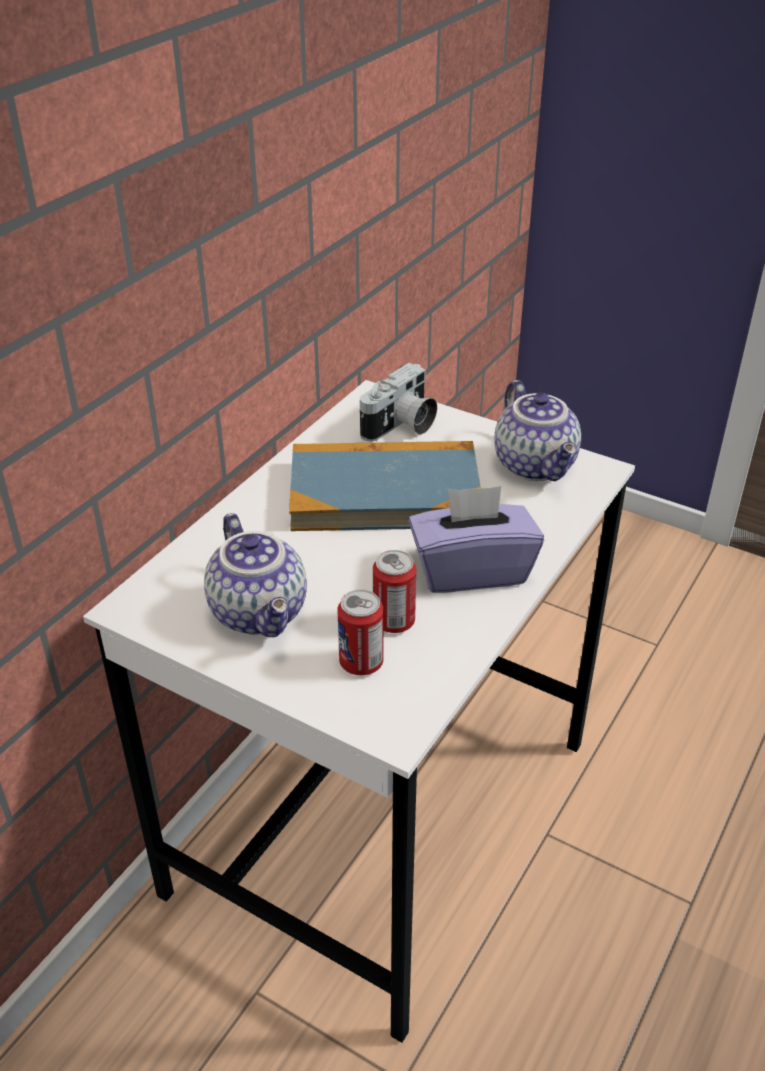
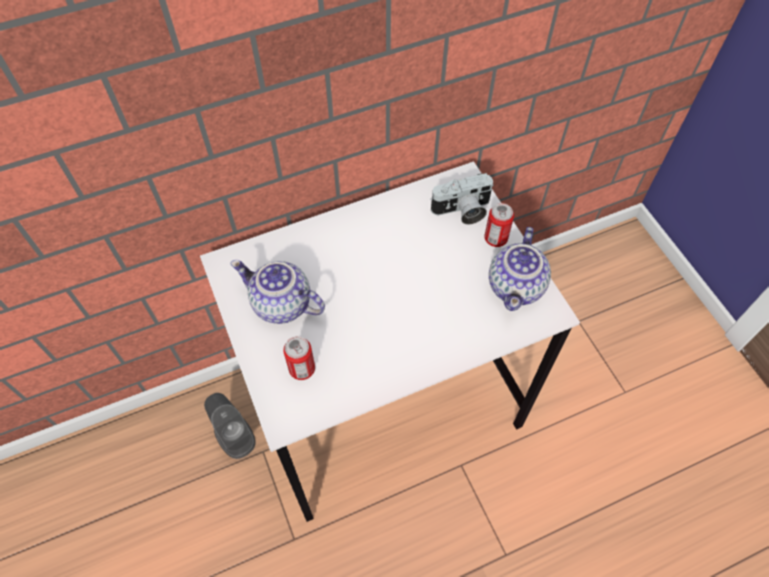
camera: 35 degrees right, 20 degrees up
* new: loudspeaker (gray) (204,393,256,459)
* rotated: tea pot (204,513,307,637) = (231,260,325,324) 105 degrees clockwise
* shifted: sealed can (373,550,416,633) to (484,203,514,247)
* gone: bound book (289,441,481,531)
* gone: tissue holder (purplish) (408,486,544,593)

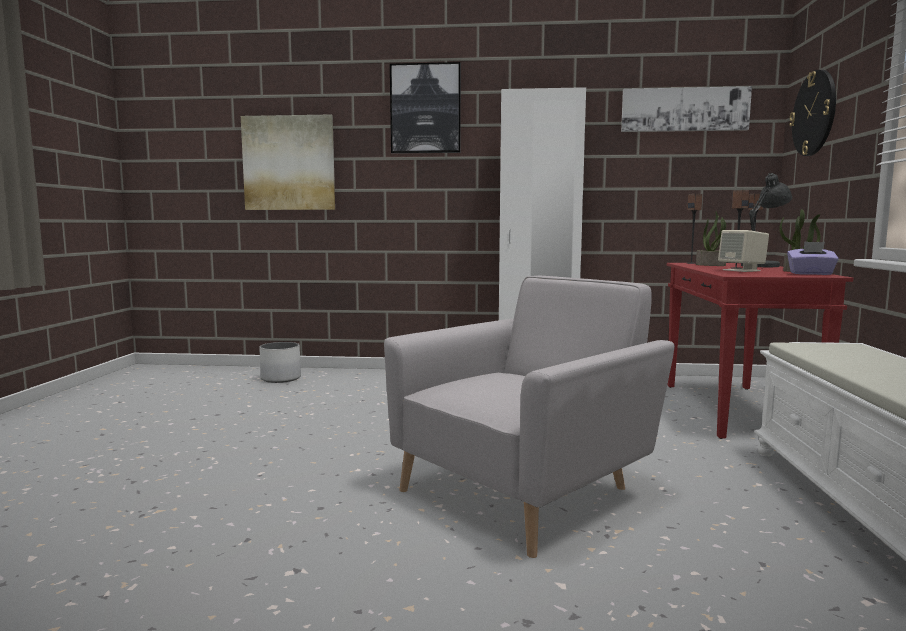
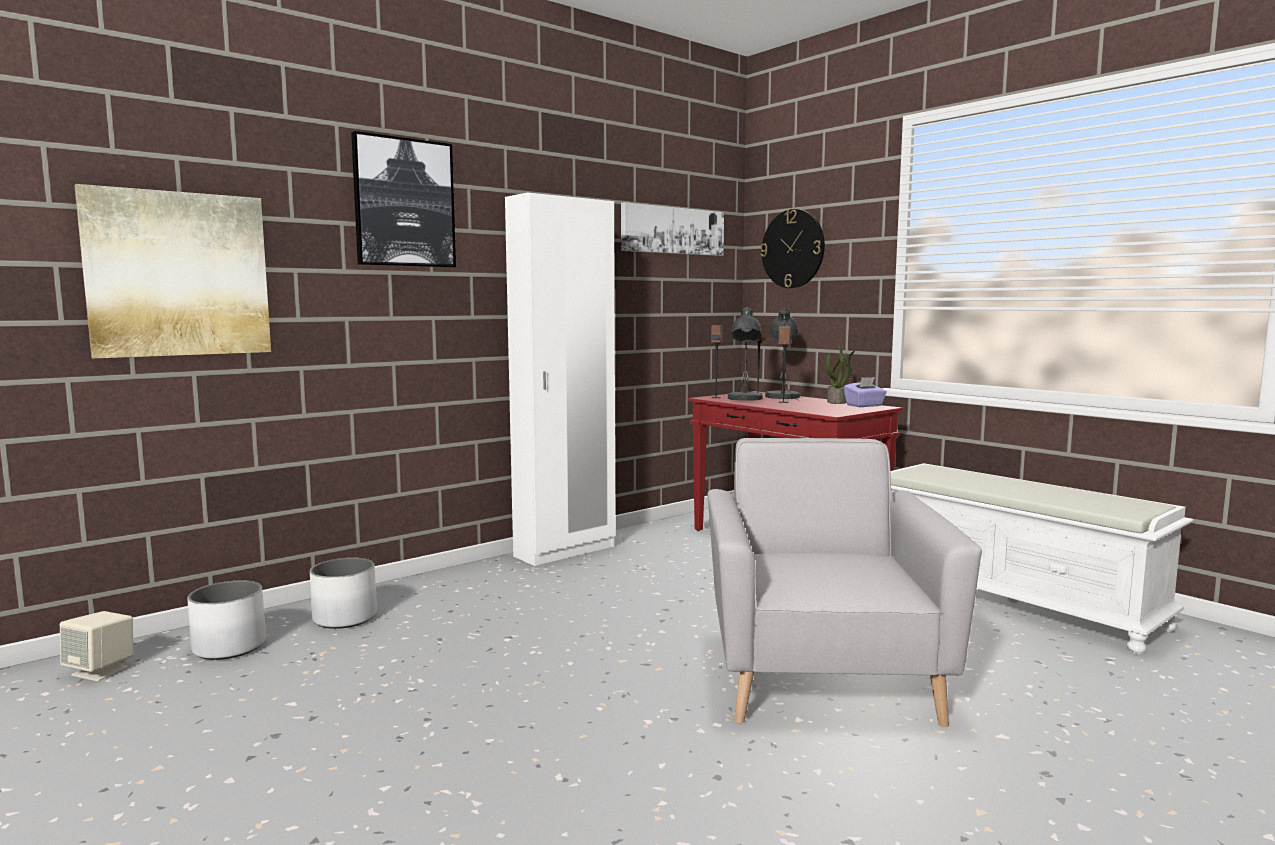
camera: 45 degrees left, 0 degrees up
* shifted: loudspeaker (beige) (718,230,769,272) to (60,611,133,681)
* new: plant pot (white-coloured) (310,558,377,629)
* swapped: houseplant (696,212,726,266) to tabletop lamp (gray) (728,307,763,401)

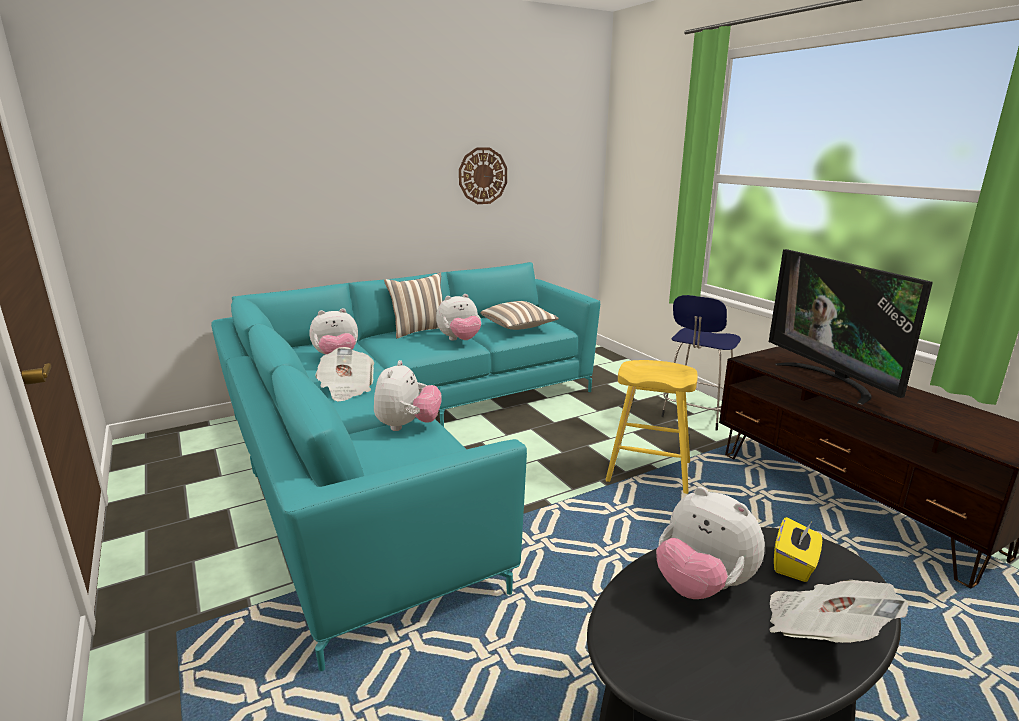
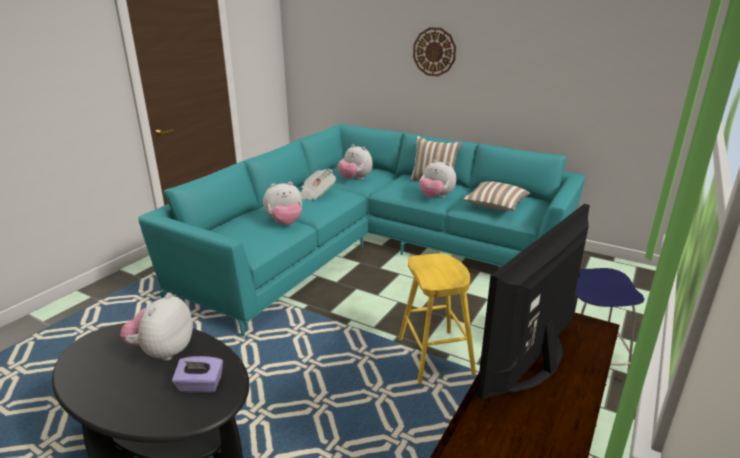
camera: 60 degrees right, 5 degrees up
* repainted: tissue holder (yellowish) (774,517,822,582) to tissue holder (purplish) (172,356,223,393)
* shifted: wall clock (459,147,507,204) to (413,27,456,76)
* gone: printed paper (769,580,908,643)

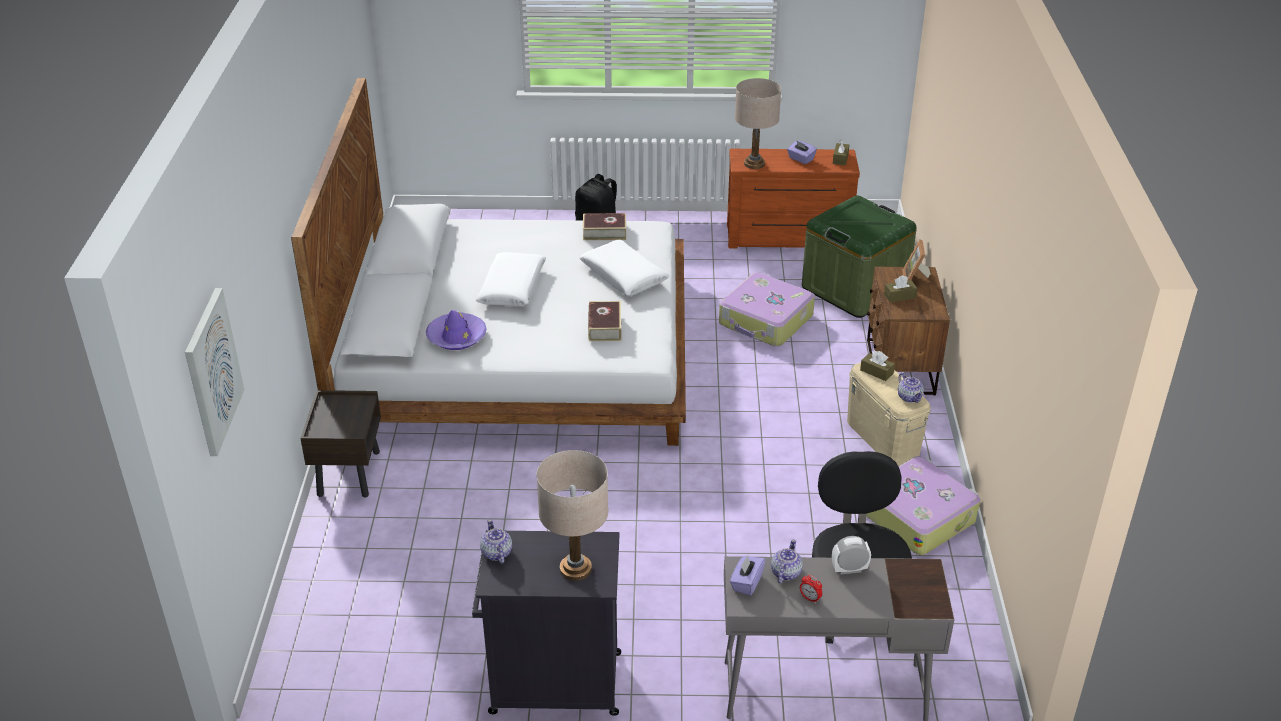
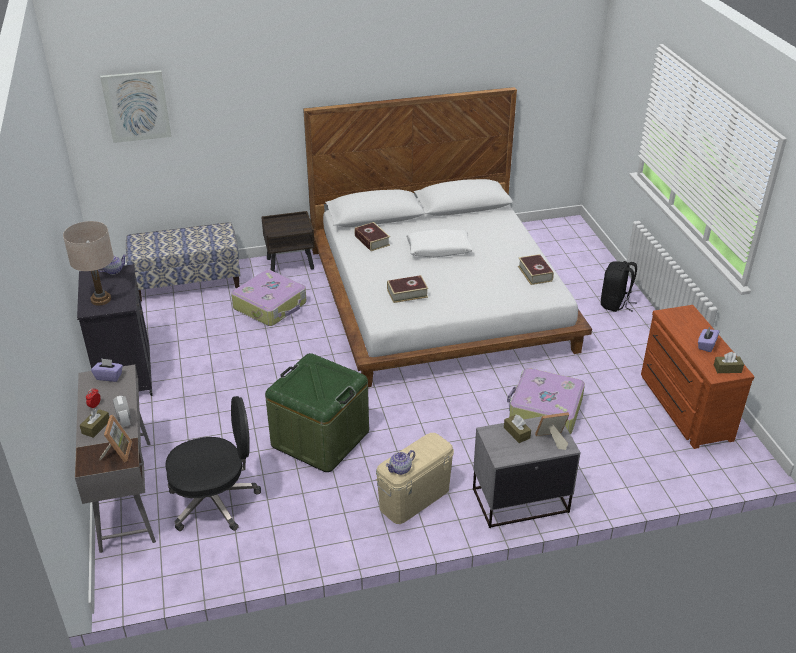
camera: 75 degrees right, 0 degrees up
* shifted: tissue holder (brown) (860,351,895,381) to (80,408,109,438)
* new: photo frame (99,415,132,462)
* new: indoor bench (126,222,241,301)
* shifted: suitcase (866,456,981,555) to (231,270,306,326)
* shifted: storage box (green-coloured) (802,196,917,318) to (265,353,369,472)
* swapped: wearable hat (purplish) (426,310,487,350) to bound book (354,222,390,251)
* repainted: nightstand (brown) (867,267,950,396) to nightstand (gray) (473,416,580,528)
* gone: pillow (white-coloured) (579,240,669,296)
* gone: tabletop lamp (beige) (735,78,781,169)
* gone: tea pot (771,539,803,583)

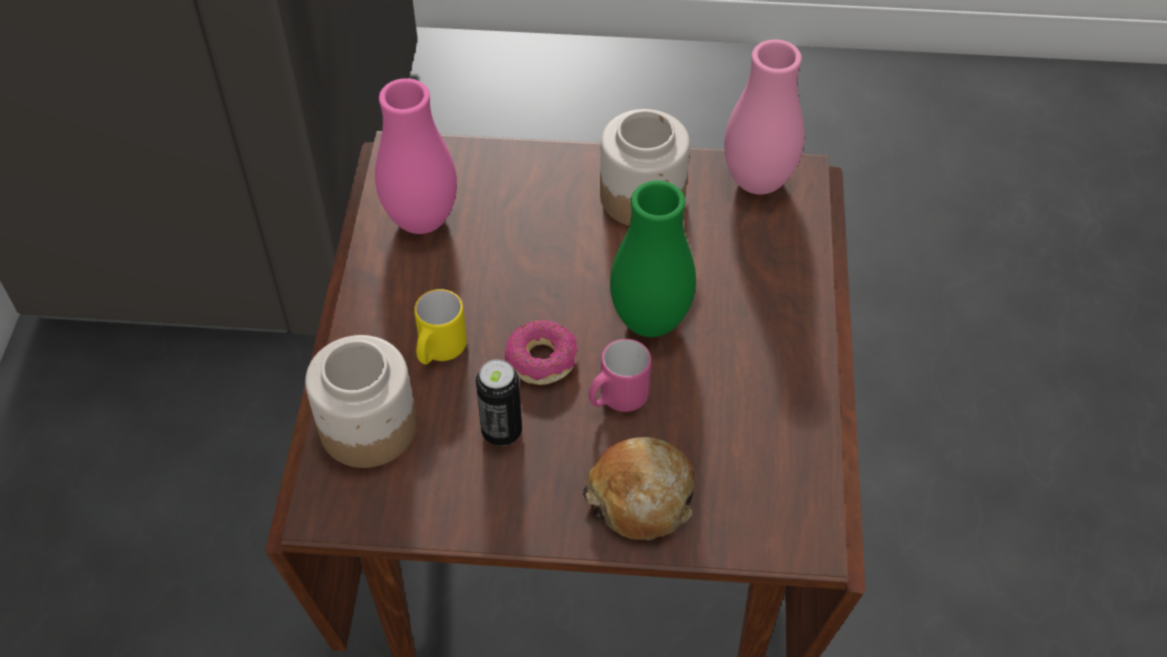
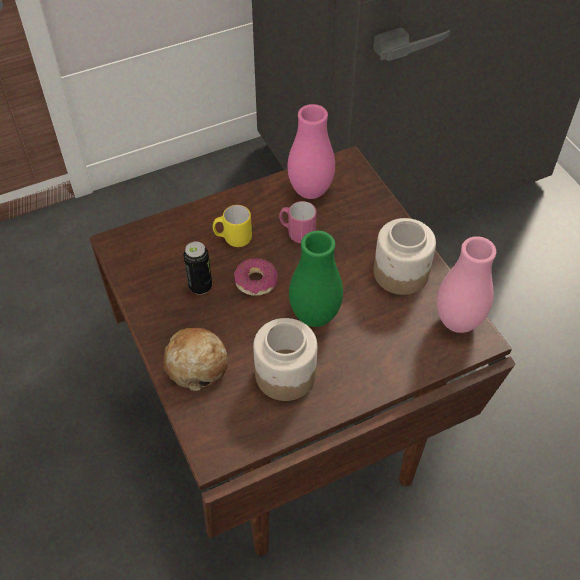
camera: 60 degrees right, 0 degrees up
* shifted: storage jar (305,335,416,468) to (253,318,317,401)
* shifted: coffee mug (pinkish) (589,339,651,412) to (279,201,317,243)

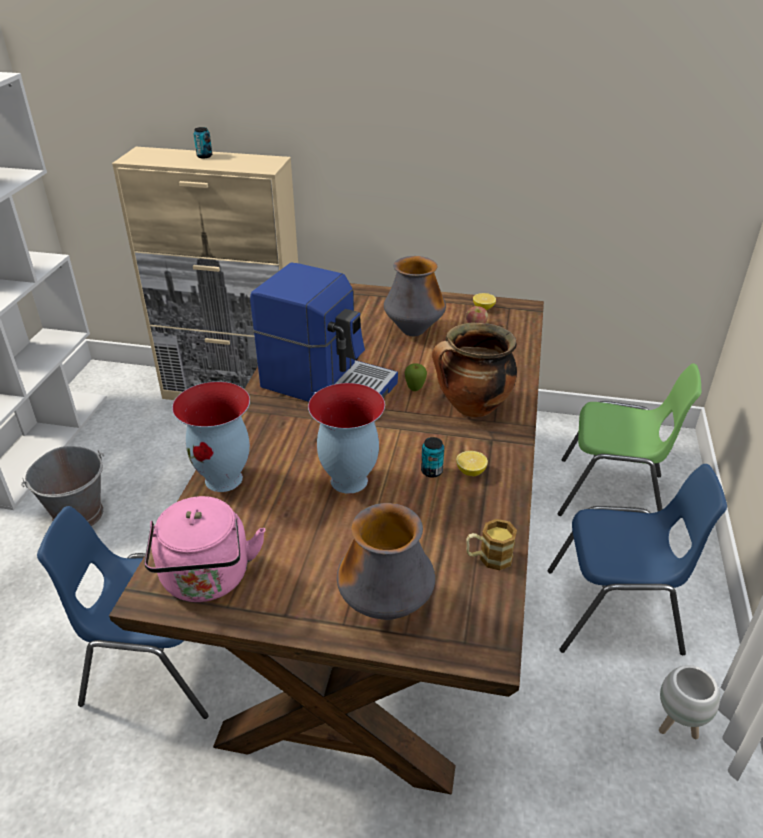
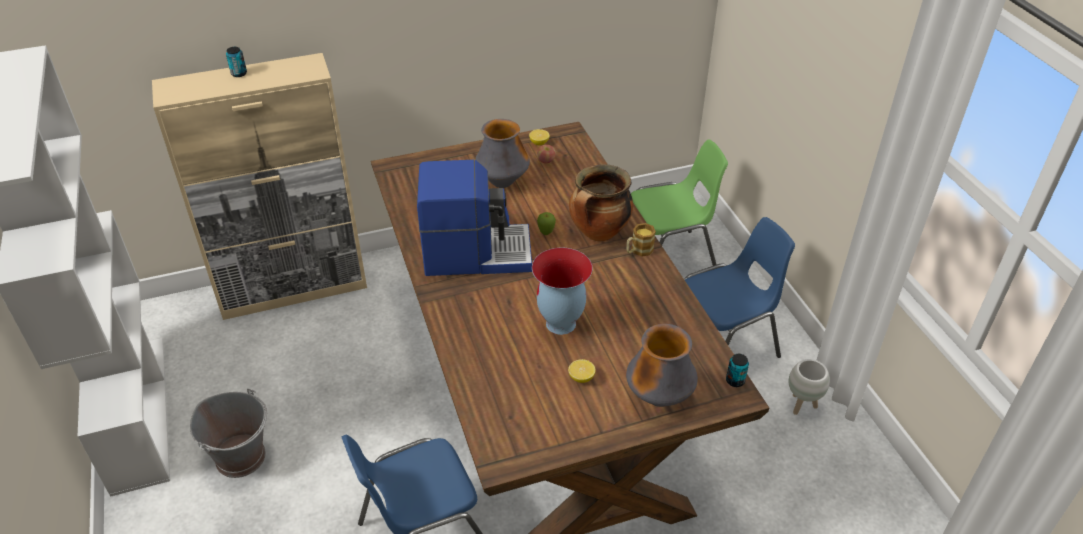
camera: 30 degrees left, 5 degrees up
* shifted: lemon (456,451,488,476) to (568,359,595,383)
* shifted: coffee mug (466,519,517,570) to (626,223,656,257)
* shifted: sealed can (421,437,444,478) to (726,354,749,387)
* gone: kettle (pinkish) (144,496,265,602)
* gone: decorative vase (172,382,250,492)

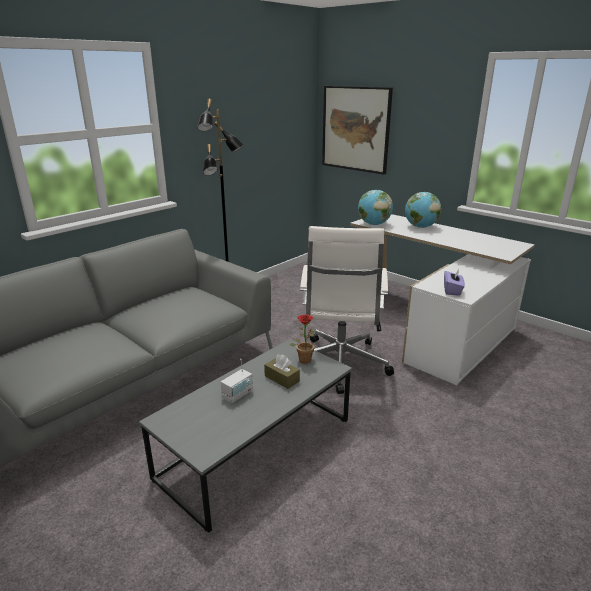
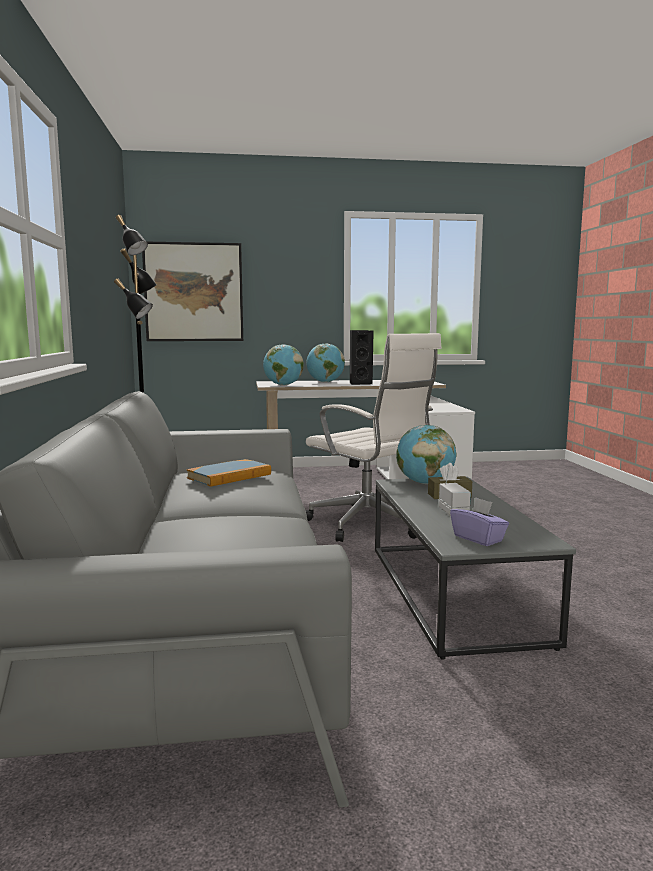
camera: 50 degrees left, 15 degrees down
* new: bound book (187,459,271,487)
* new: loudspeaker (blackish) (350,330,374,385)
* swapped: houseplant (290,314,316,364) to world globe (396,425,457,484)
* shifted: tissue holder (purplish) (444,270,465,296) to (450,498,509,546)

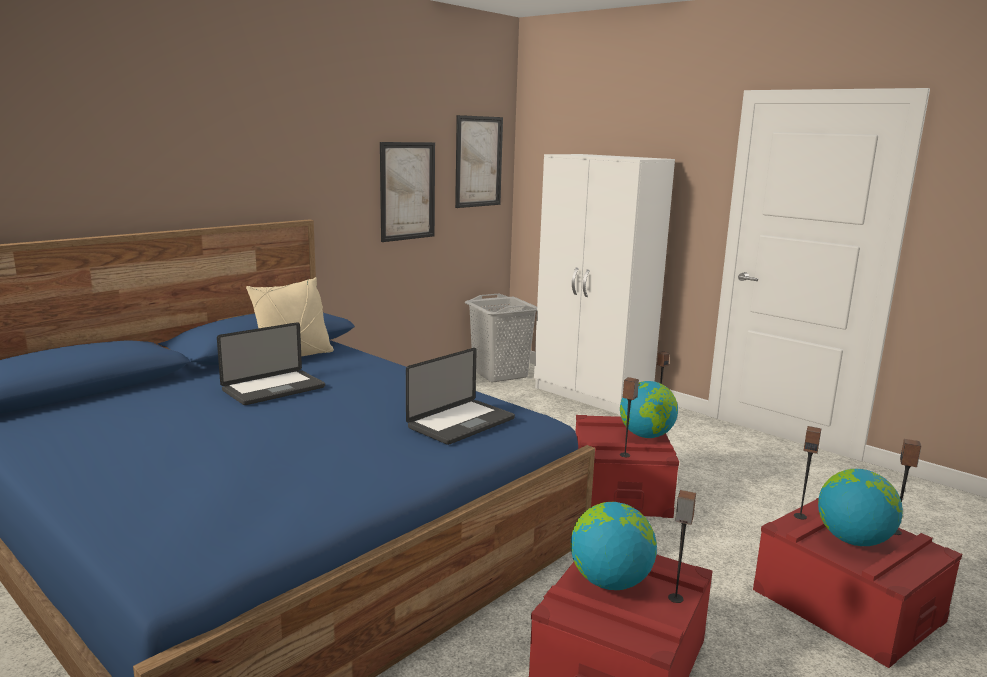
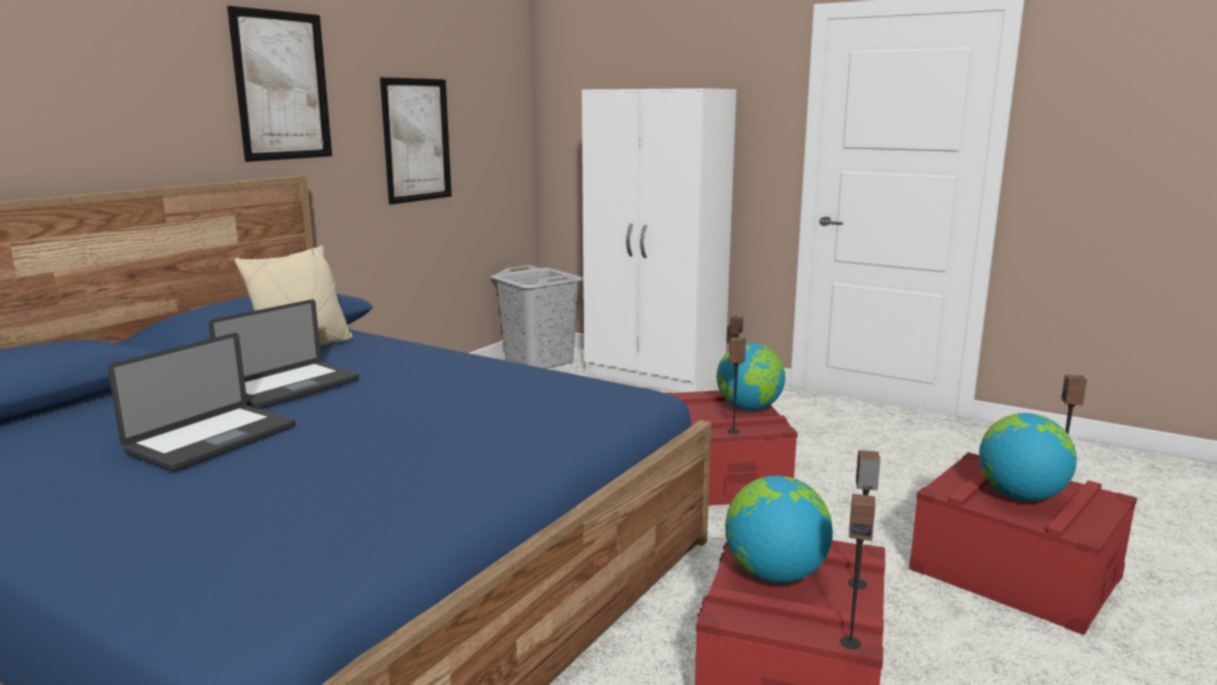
camera: 10 degrees left, 0 degrees up
* shifted: notebook computer (406,348,515,445) to (108,333,295,471)
* shifted: wall picture (455,115,503,208) to (227,6,332,162)
* shifted: loudspeaker (794,426,821,520) to (840,494,875,649)

